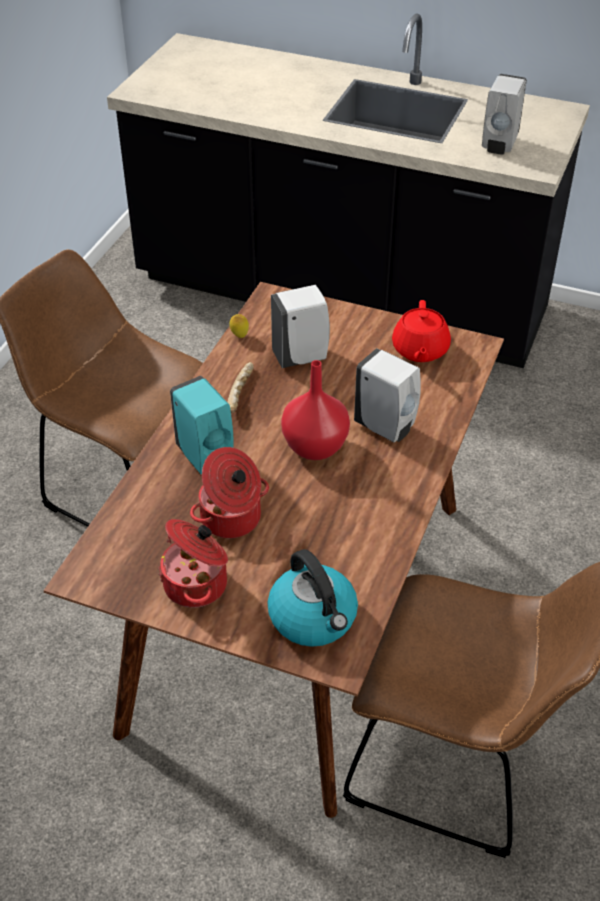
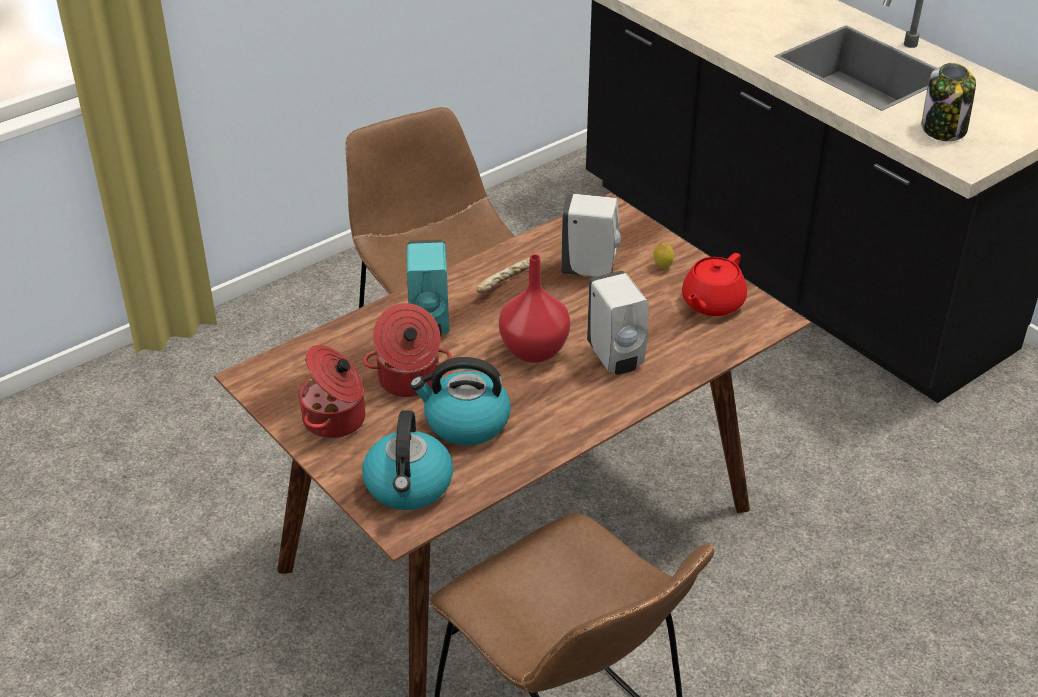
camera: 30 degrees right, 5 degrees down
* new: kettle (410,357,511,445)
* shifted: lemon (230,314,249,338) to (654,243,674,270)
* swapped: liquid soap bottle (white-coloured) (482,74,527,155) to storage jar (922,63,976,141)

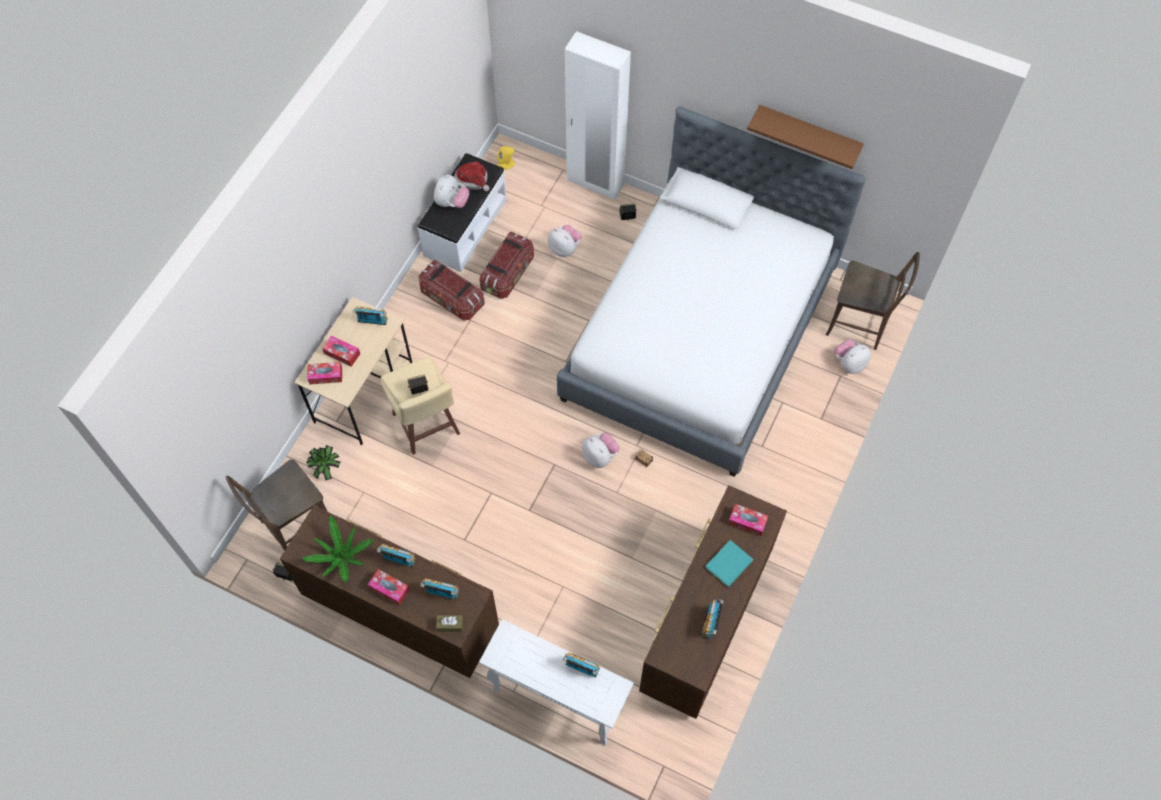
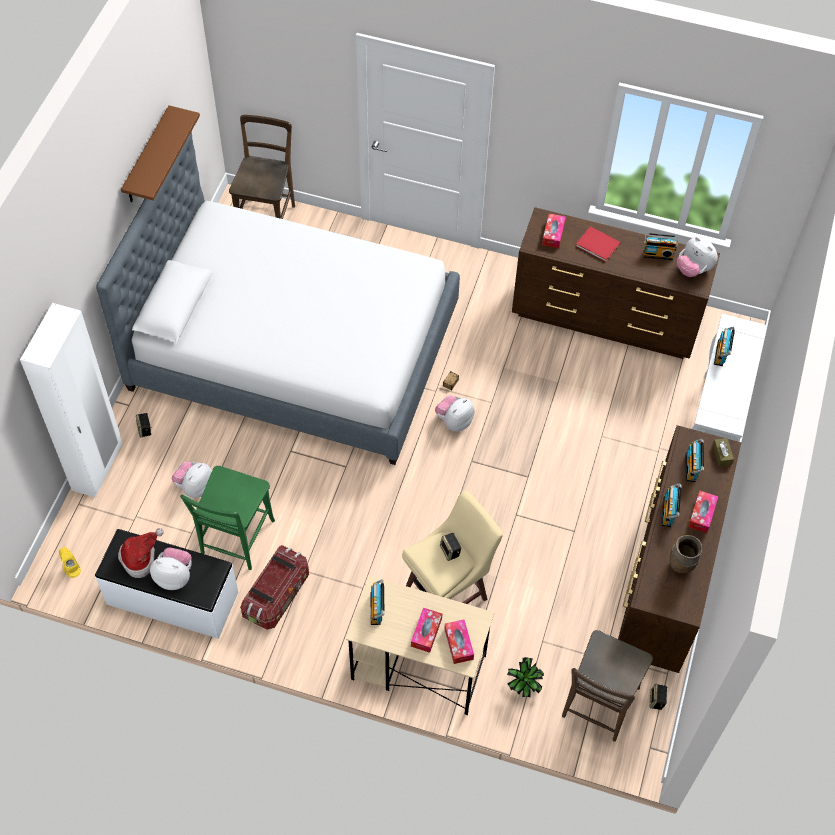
camera: 100 degrees left, 5 degrees down
* swapped: storage box (479,232,534,299) to plain chair (green-coloured) (180,466,275,570)
* rotated: plain chair (brown) (226,459,327,551) = (562,630,653,742) 75 degrees clockwise
* repainted: bound book (turquoise-coloured) (705,540,753,587) to bound book (red-coloured) (576,226,621,262)
* swapped: houseplant (302,515,374,583) to decorative vase (brown) (670,535,702,574)
* shifted: plush toy (834,339,871,374) to (677,237,718,277)

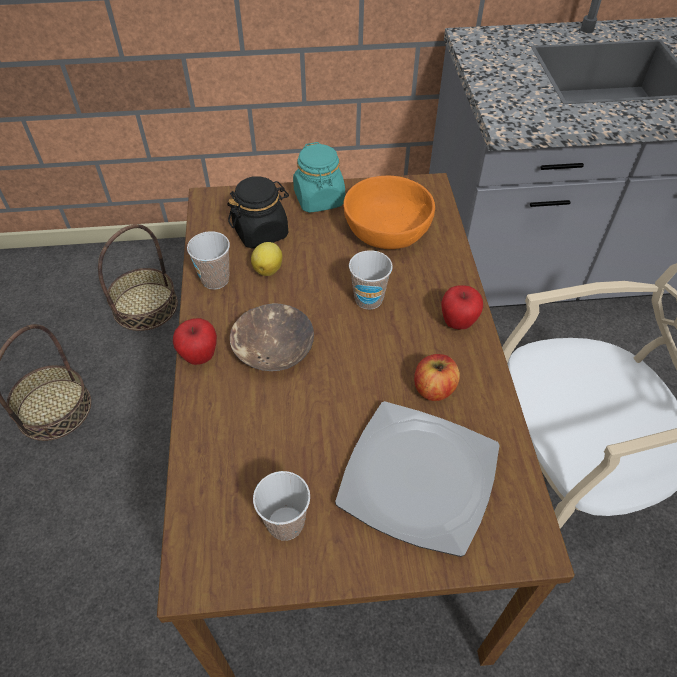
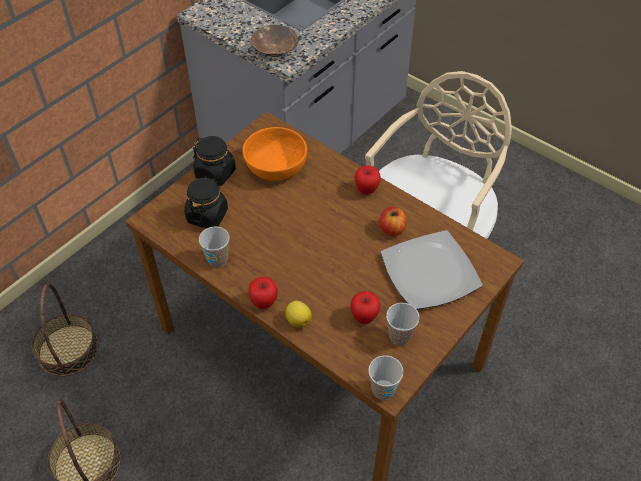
camera: 45 degrees left, 0 degrees up
* repainted: storage jar (turquoise-coloured) (293,142,345,213) to storage jar (blackish) (193,136,236,186)
* shifted: bowl (brown) (230,303,314,371) to (251,25,298,57)
* shifted: lemon (251,242,282,276) to (285,301,312,327)
* new: apple fruit (350,291,380,324)
* shifted: small cup (349,250,393,309) to (368,355,403,400)

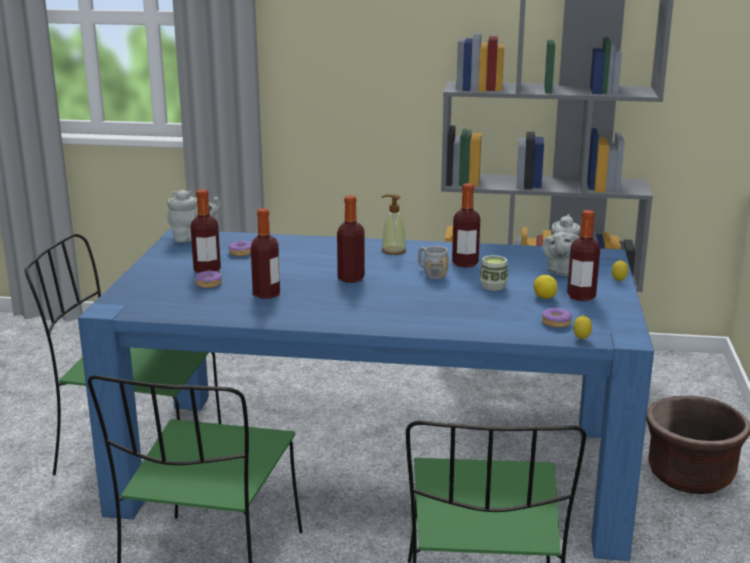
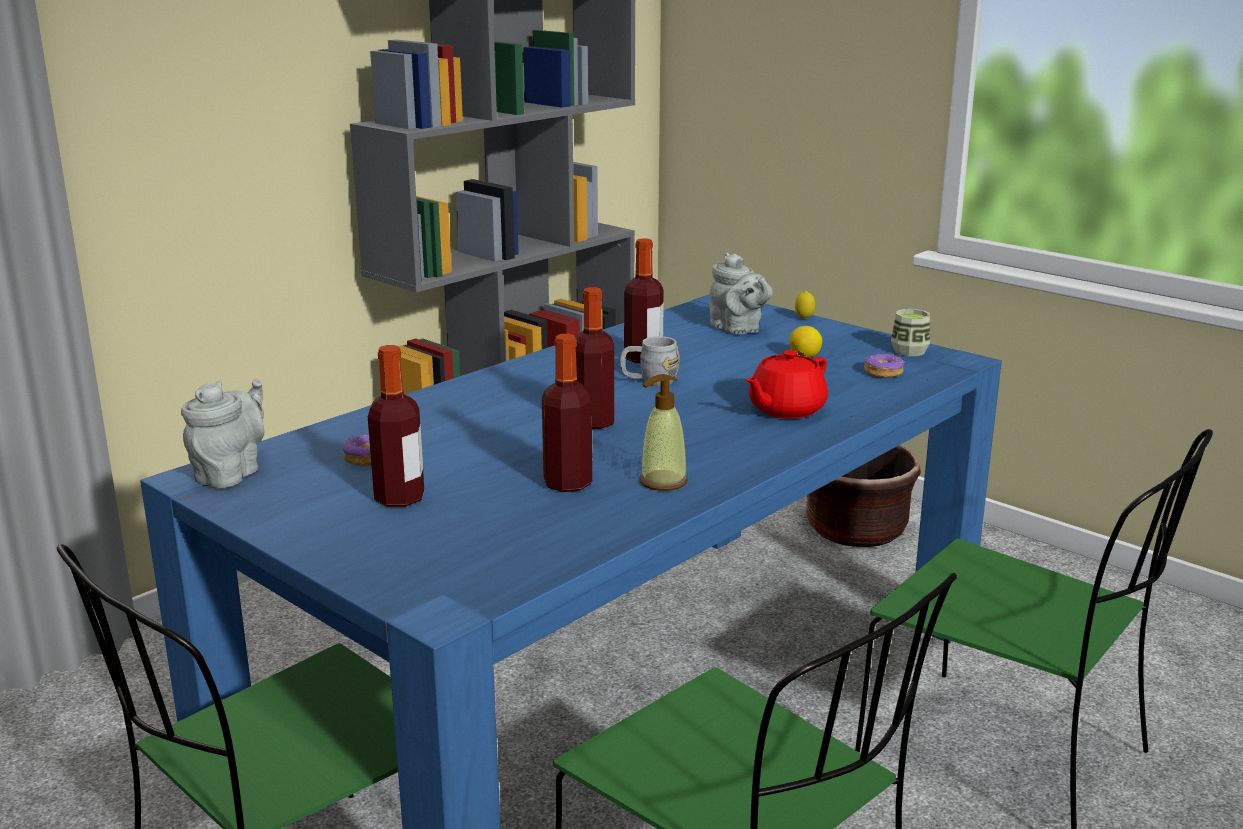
camera: 55 degrees left, 0 degrees up
* shifted: liquid soap bottle (382,194,406,255) to (640,374,688,491)
* new: tea pot (red-coloured) (746,350,828,419)
* shifted: small cup (480,255,508,291) to (891,309,930,356)
* gone: doughnut (195,270,222,288)
* gone: drink bottle (567,210,600,301)
* gone: lemon (573,315,592,340)

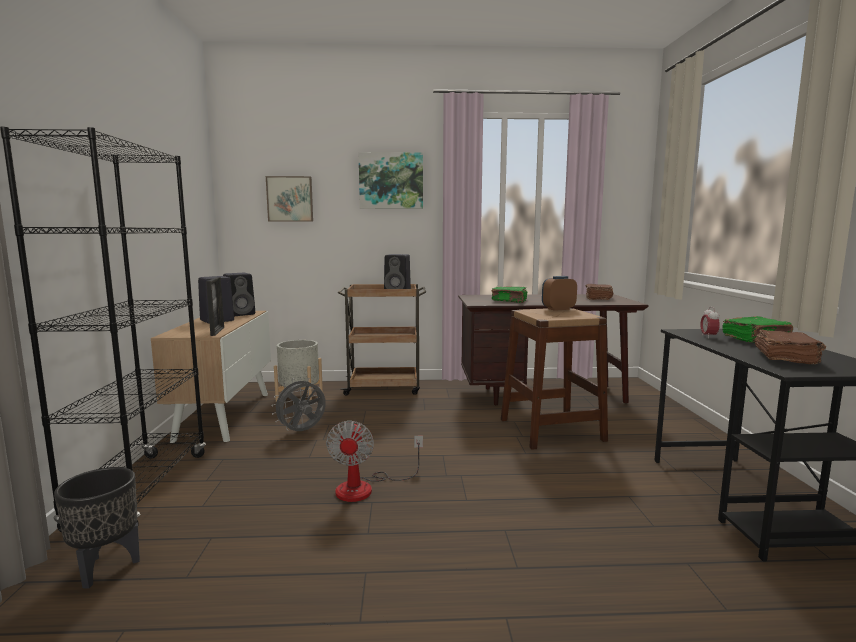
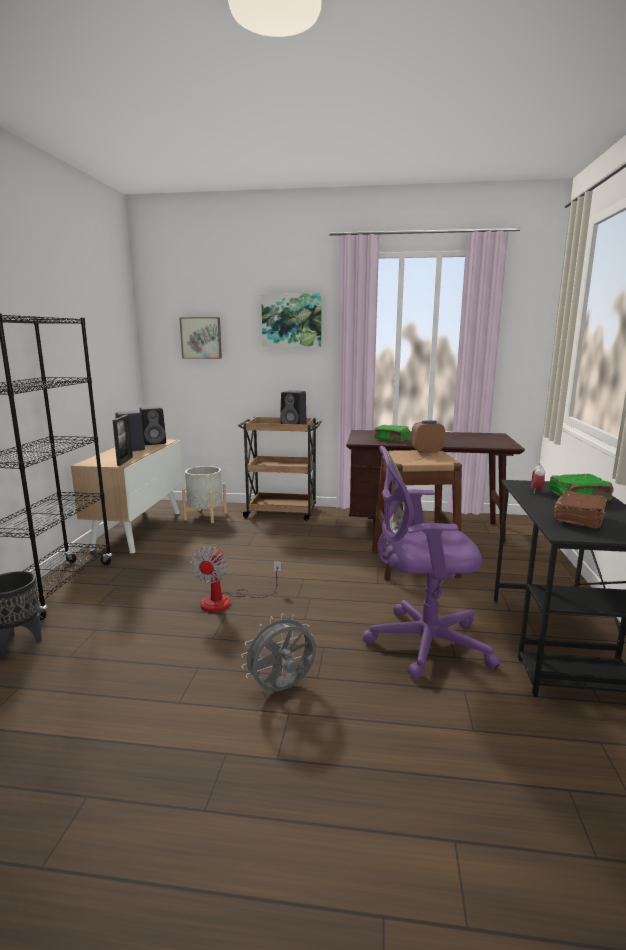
camera: 10 degrees right, 5 degrees up
* shifted: electric fan (gray) (271,377,326,431) to (241,614,316,691)
* new: desk chair (purplish) (362,446,500,679)
* gone: bound book (brown) (586,284,613,300)

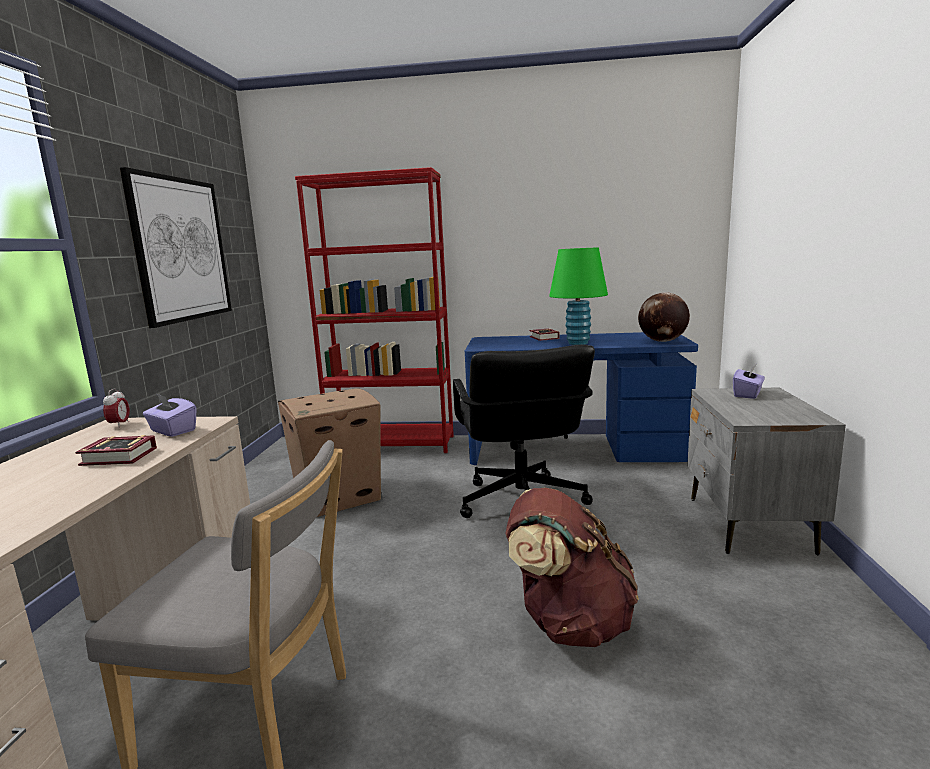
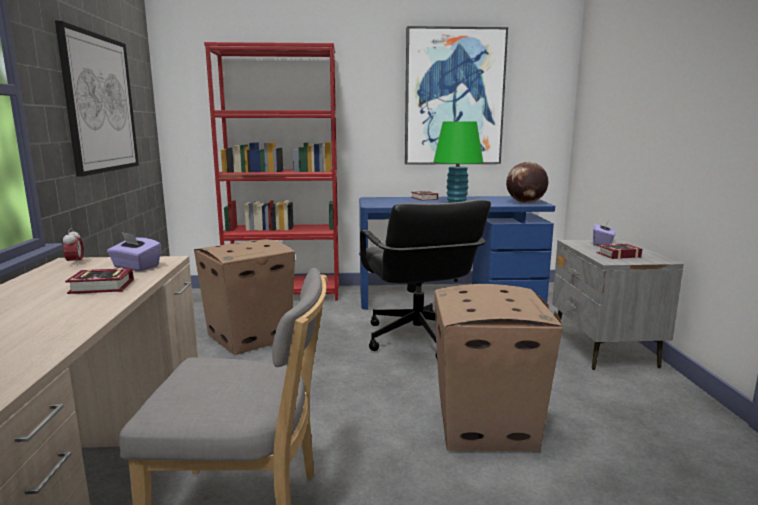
camera: 10 degrees left, 0 degrees up
* new: wall picture (405,26,508,165)
* swapped: backpack (brown) (505,487,639,647) to carton (435,284,563,451)
* new: bound book (597,243,642,259)

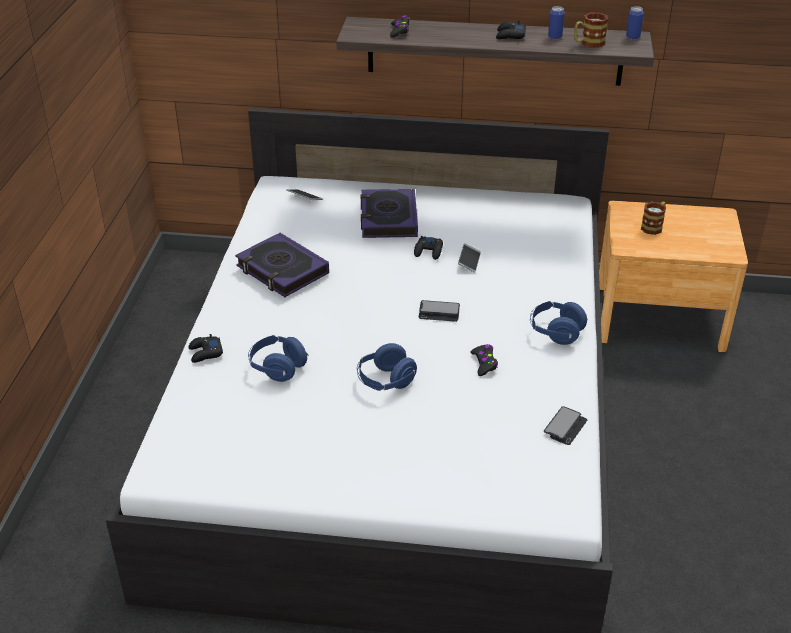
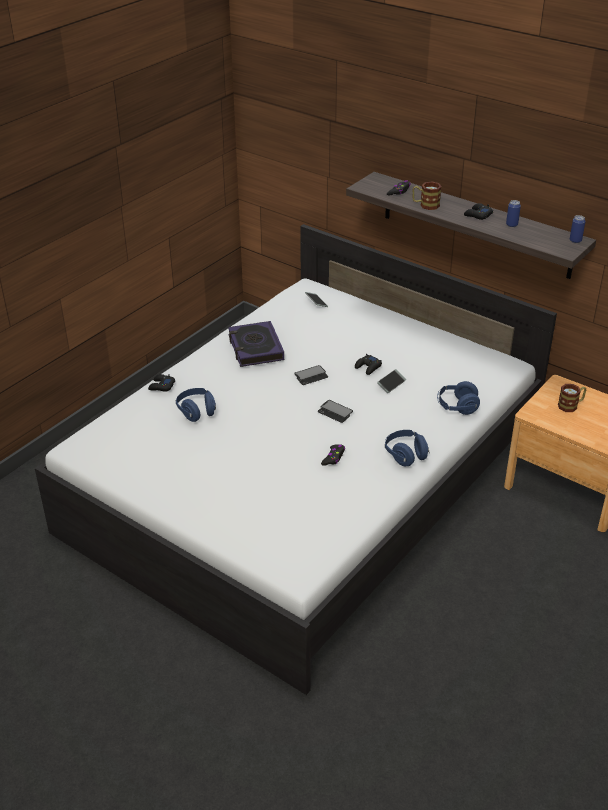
camera: 30 degrees right, 0 degrees up
* shifted: phone (544,406,587,445) to (294,365,328,385)
* shifted: coffee mug (574,13,608,47) to (413,182,442,210)
* shifted: headset (blue) (357,343,417,391) to (437,381,480,415)
* gone: bound book (361,189,418,238)

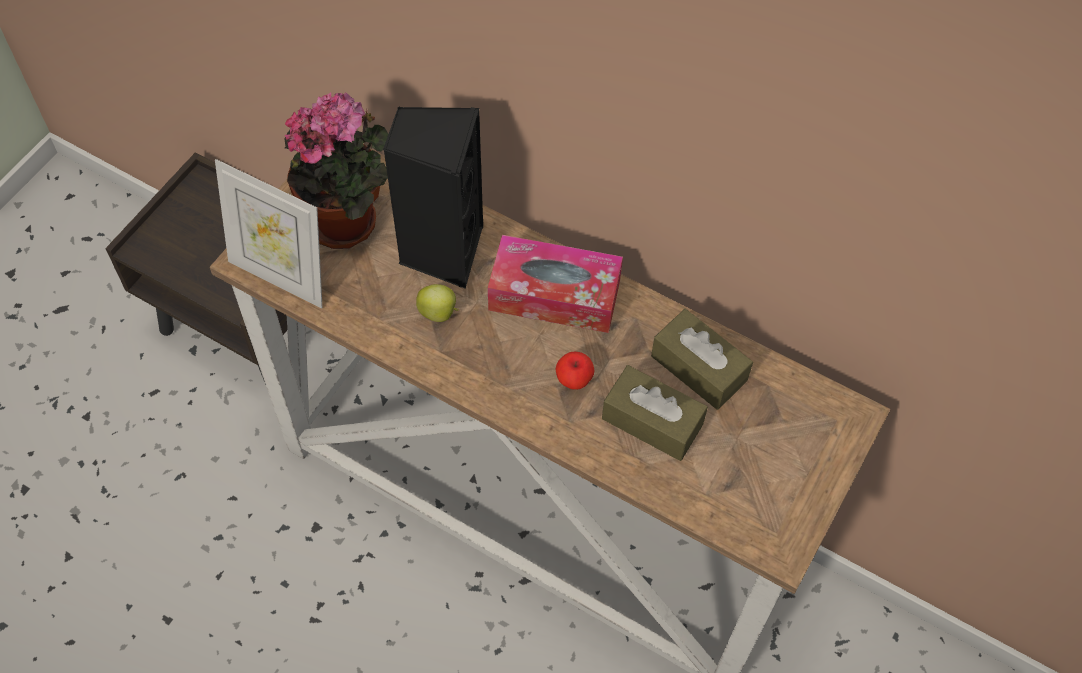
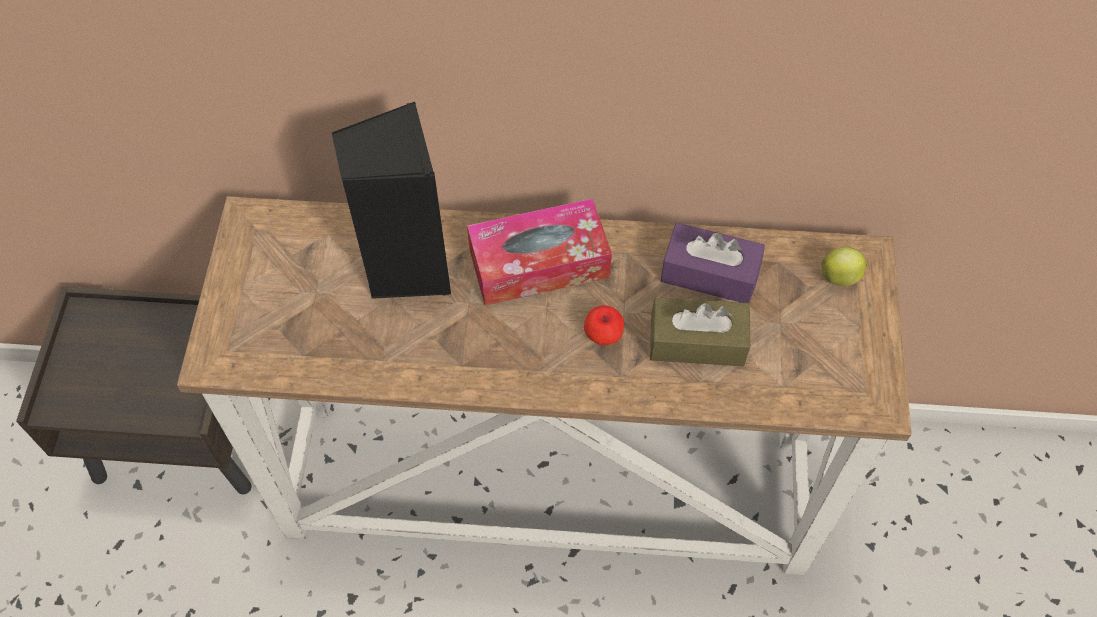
camera: 25 degrees left, 0 degrees up
* repainted: tissue holder (brown) (651,309,753,410) to tissue holder (purplish) (661,222,765,303)
* shifted: apple fruit (416,284,459,322) to (822,247,868,286)
* gone: photo frame (215,159,323,309)
* gone: houseplant (284,92,389,249)

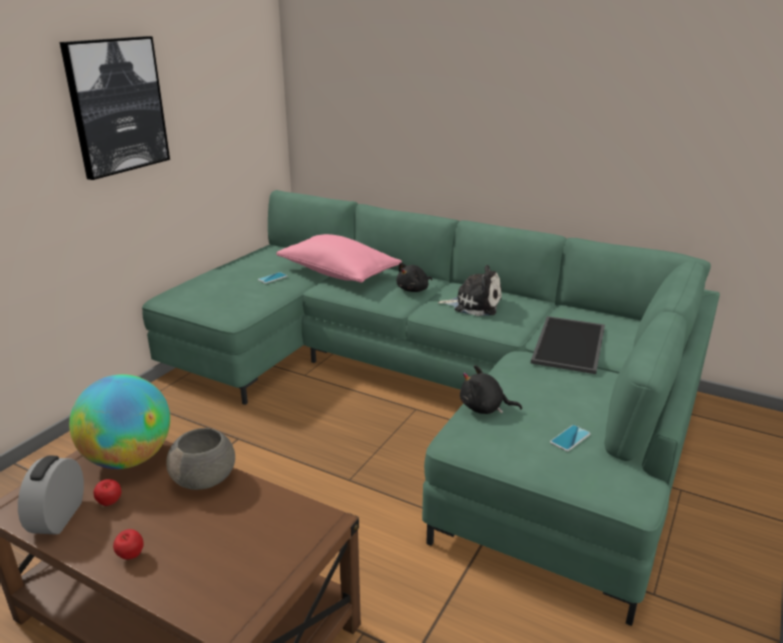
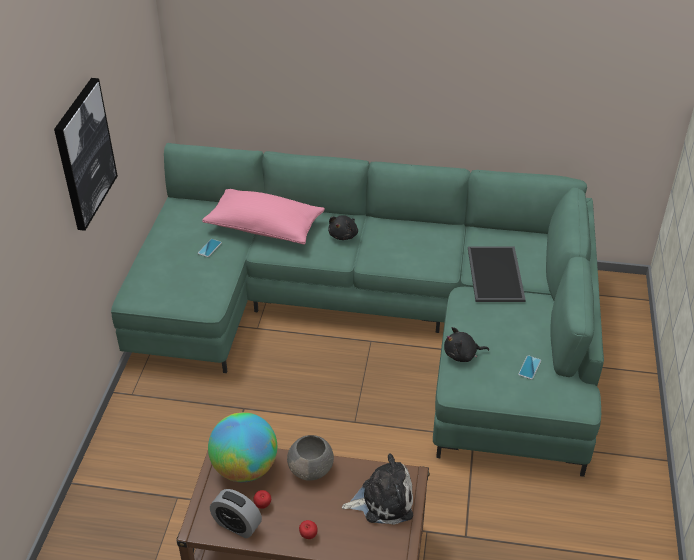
camera: 20 degrees left, 15 degrees up
* rotated: table clock (18,455,84,535) = (210,489,262,538) 45 degrees counterclockwise
* shifted: plush toy (437,265,502,316) to (341,453,413,525)

